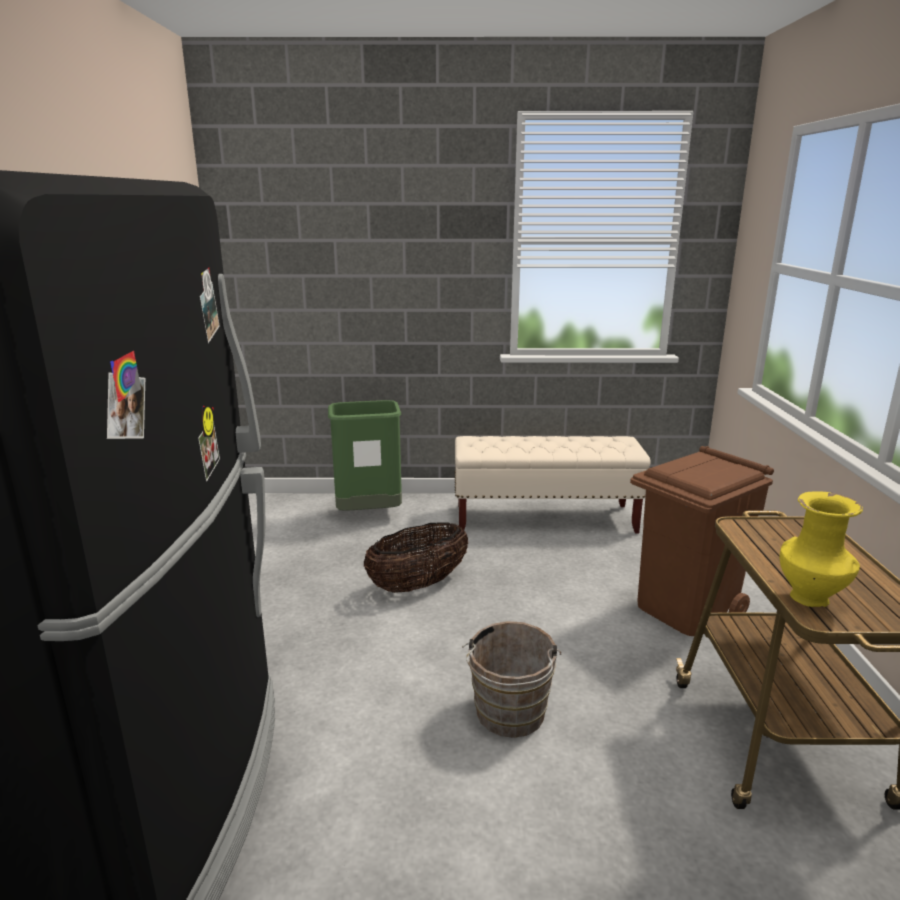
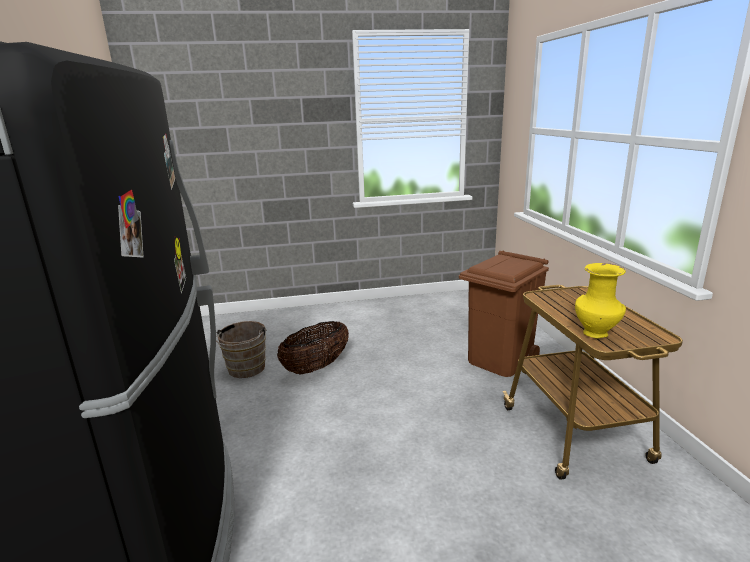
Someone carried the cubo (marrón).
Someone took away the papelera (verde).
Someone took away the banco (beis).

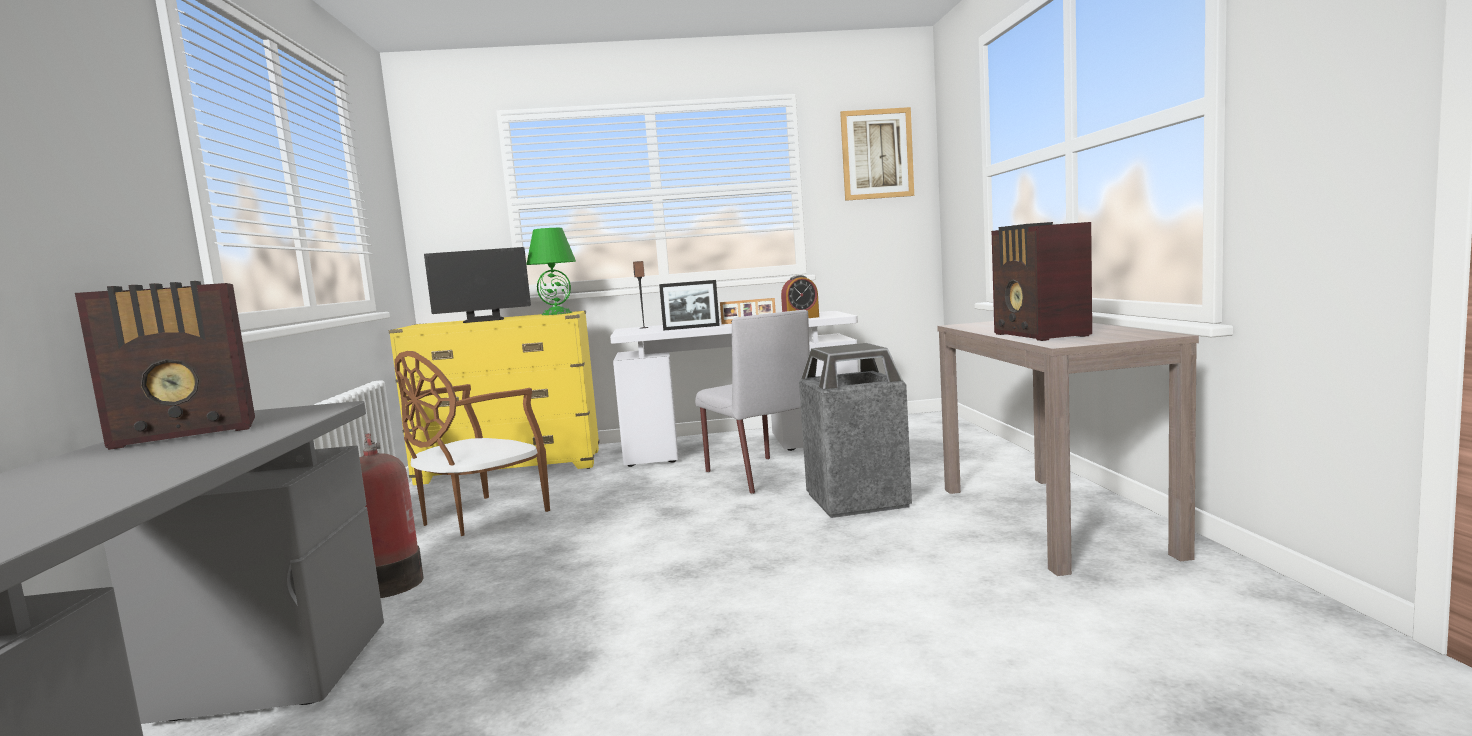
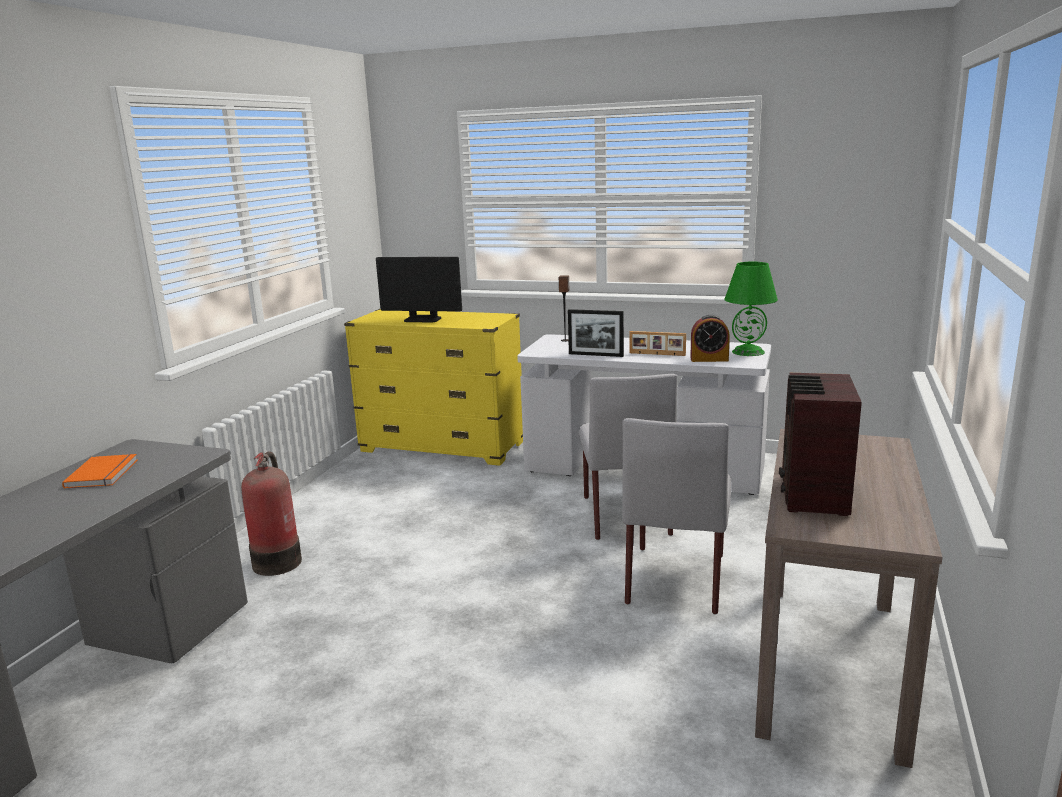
Someone swapped the radio (1st from left) for the libro (naranja).
Someone swapped the papelera for the silla (gris) (2nd from left).
Someone carried the lámpara de mesa (verde).
Someone took away the silla (marrón).
Someone took away the cuadro.

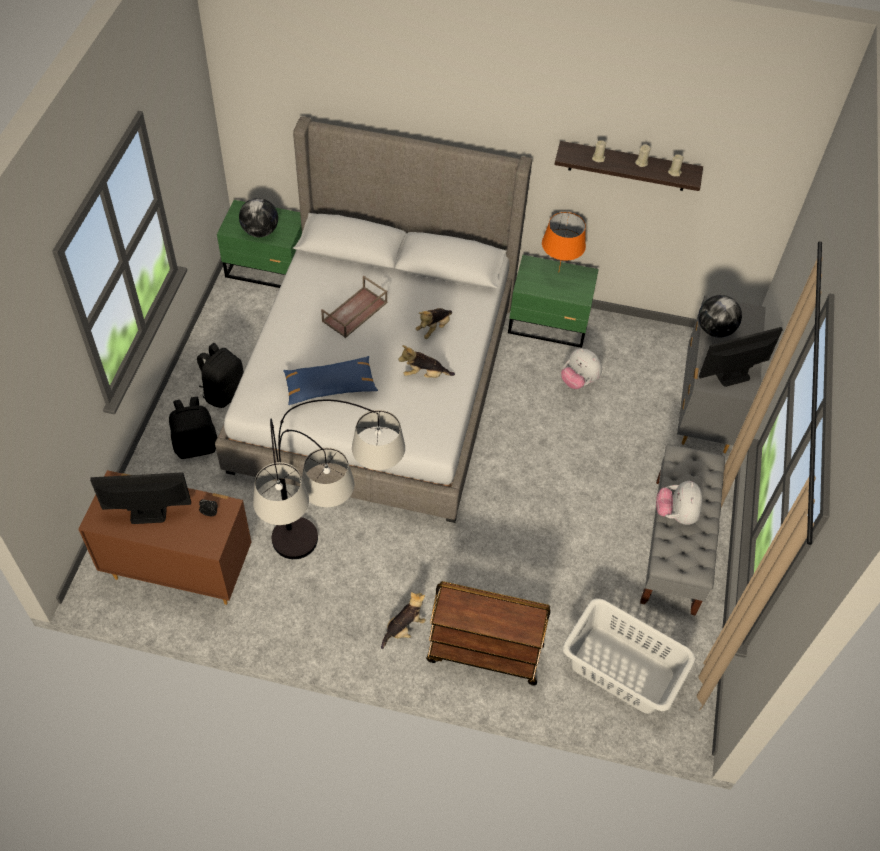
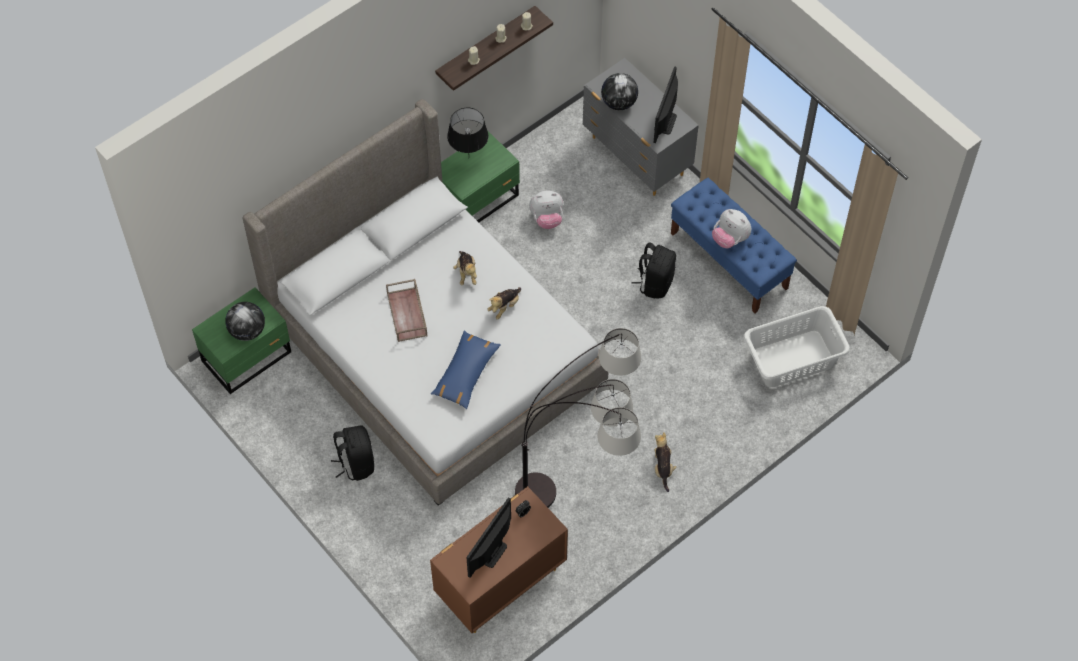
Someone repainted the lámpara de mesa (naranja), which became the lámpara de mesa (negro).
Someone carried the mochila (negro) (1st from left in the first image).
Someone repainted the banco (gris), which became the banco (azul).
Someone took away the carrito (marrón).

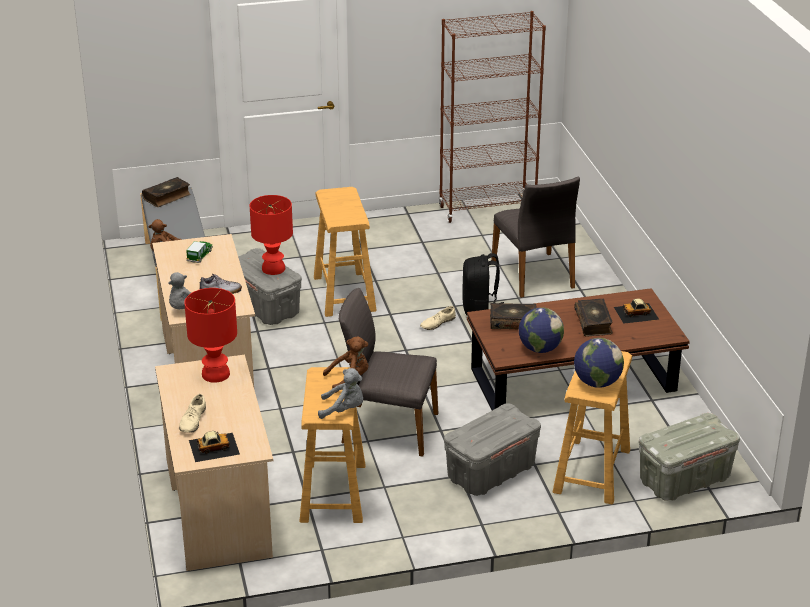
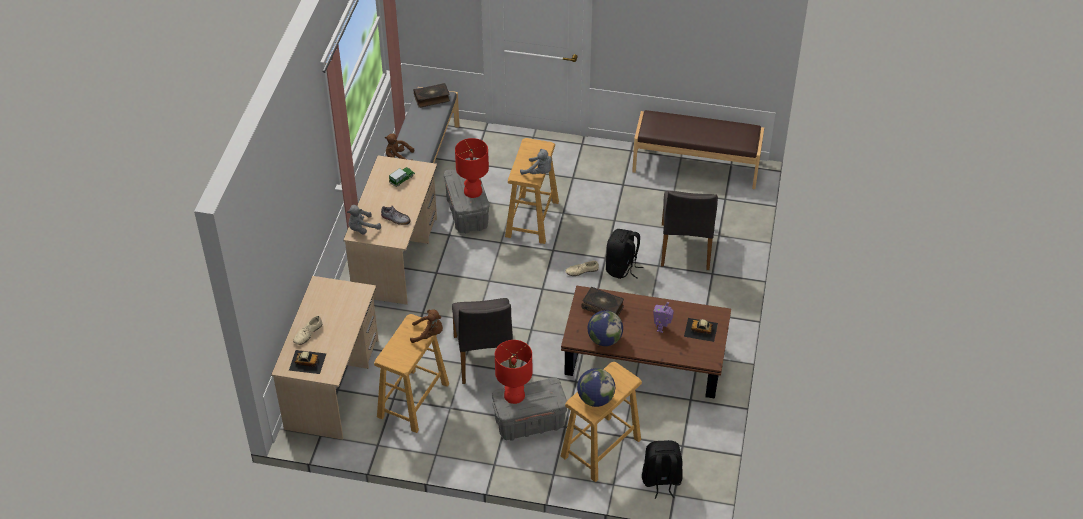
Someone rotated the silla (gris) (1st from left) by 135 degrees counterclockwise.
Someone carried the lámpara de mesa (rojo) (1st from left in the first image).
Someone carried the peluche (gris) (2nd from left).
Someone swapped the estantería (marrón) for the banco (marrón).
Someone swapped the caja de almacenaje (gris) (3rd from left) for the mochila (negro) (2nd from left).
Someone swapped the libro (3rd from left) for the robot de juguete.

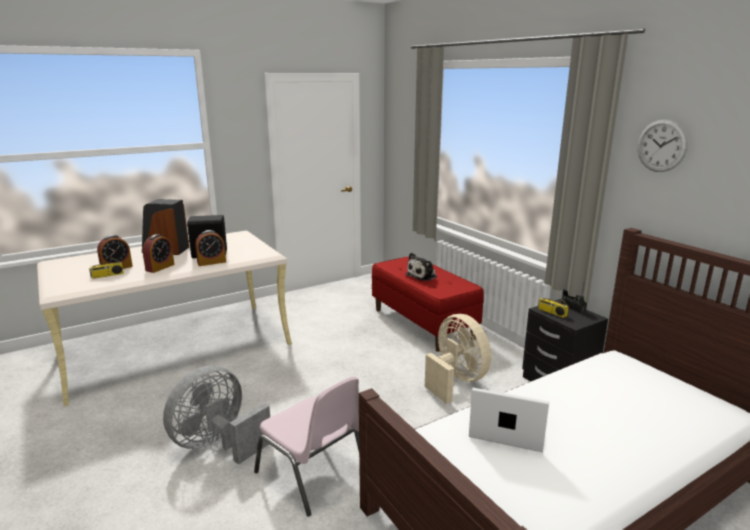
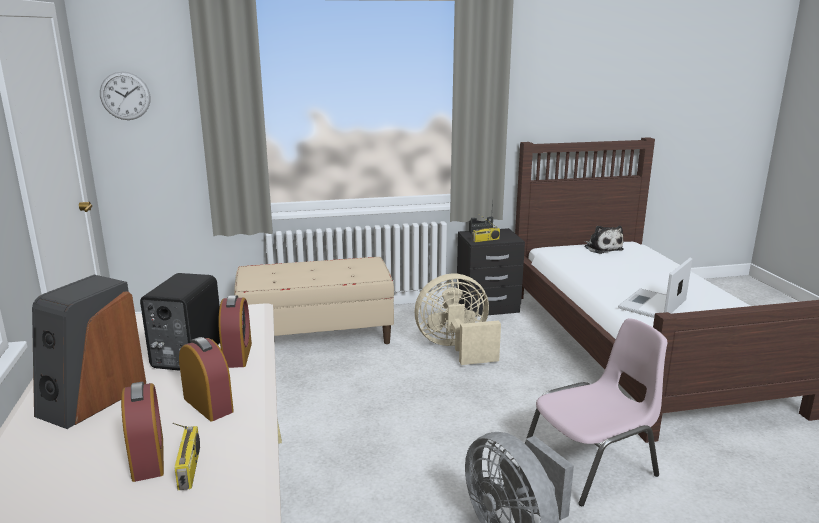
Someone carried the reloj de pared.
Someone repainted the banco (rojo), which became the banco (beis).
Someone carried the peluche.

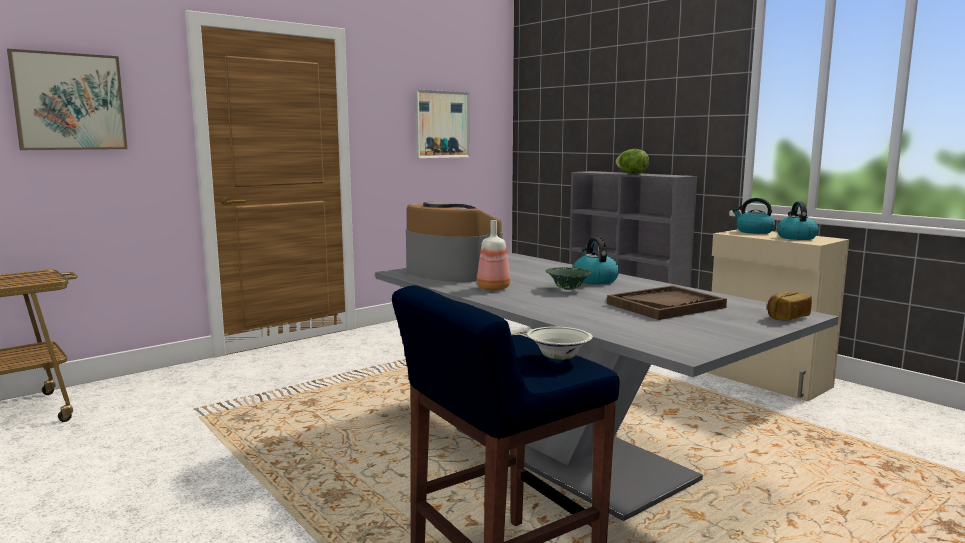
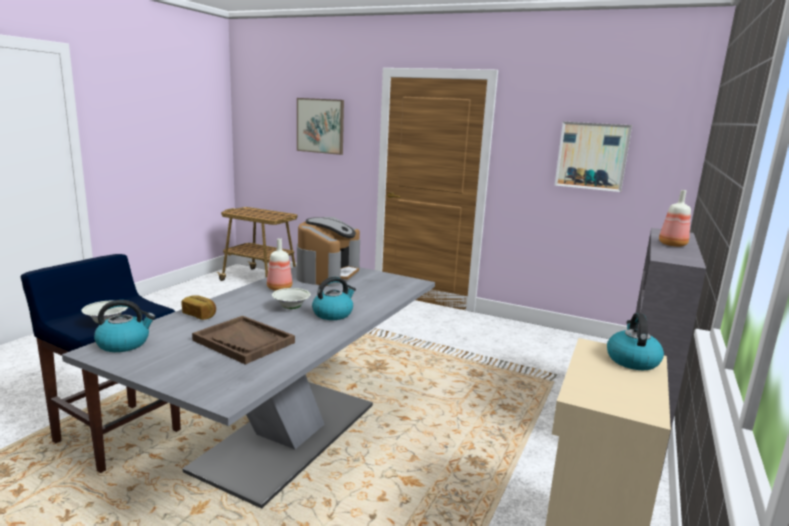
Someone carried the hervidor (3rd from left in the first image).
Someone carried the pan.
Someone repainted the cuenco (verde), which became the cuenco (blanco) (2nd from left).
Someone swapped the lechuga for the botella (2nd from left).

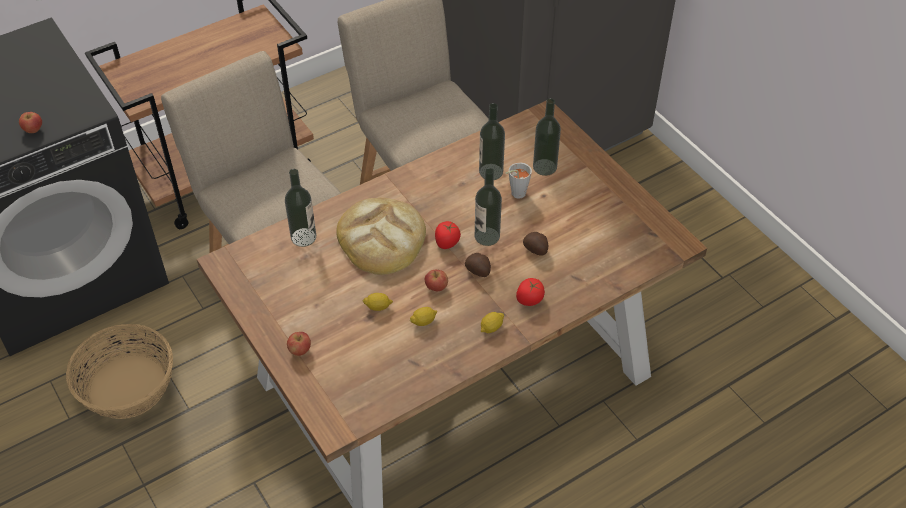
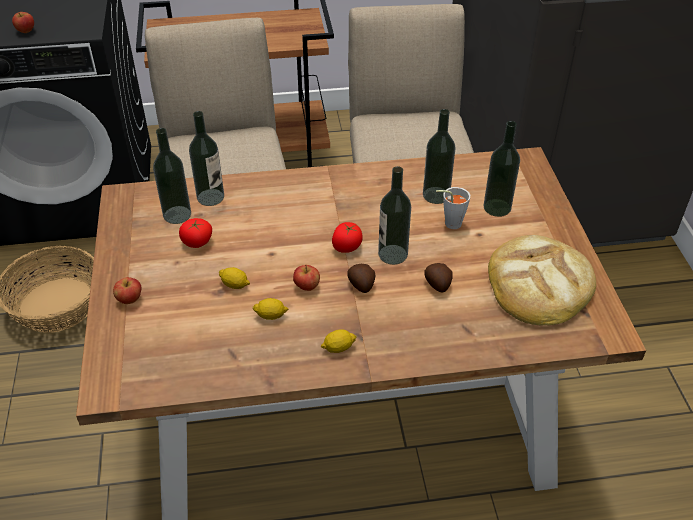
Someone put down the botella (1st from left).
Someone carried the tomate (2nd from left in the first image).
Someone carried the pan.

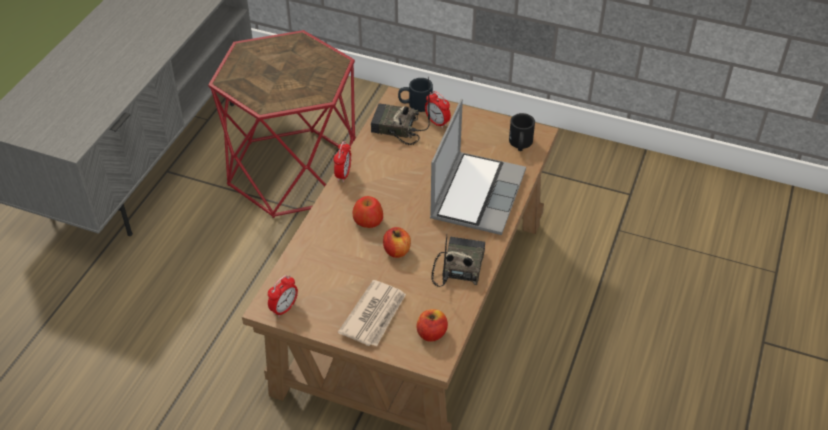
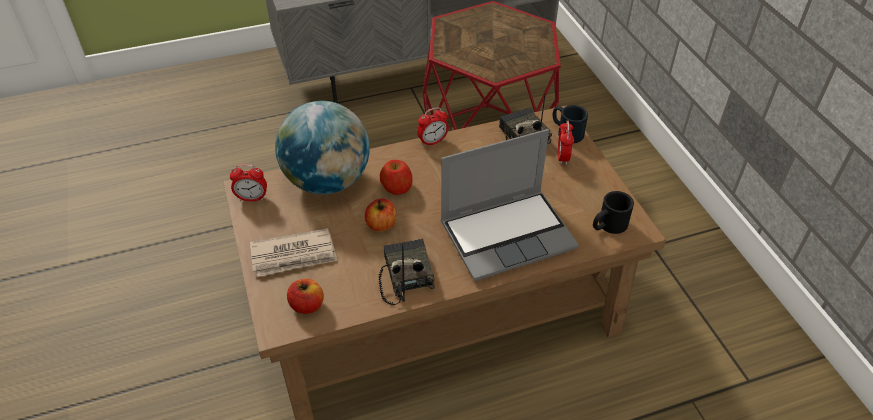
Someone put down the globo terráqueo.
Someone rotated the radio (2nd from left in the first image) by 75 degrees counterclockwise.

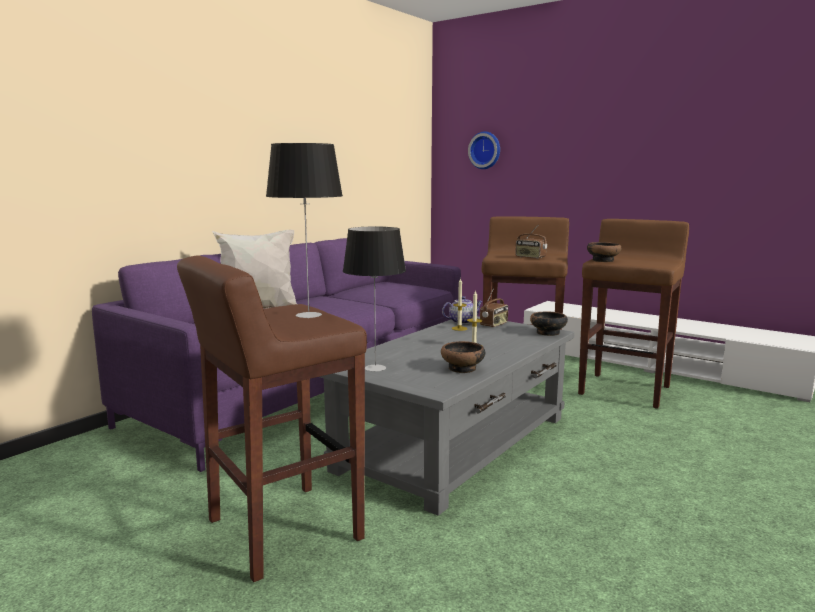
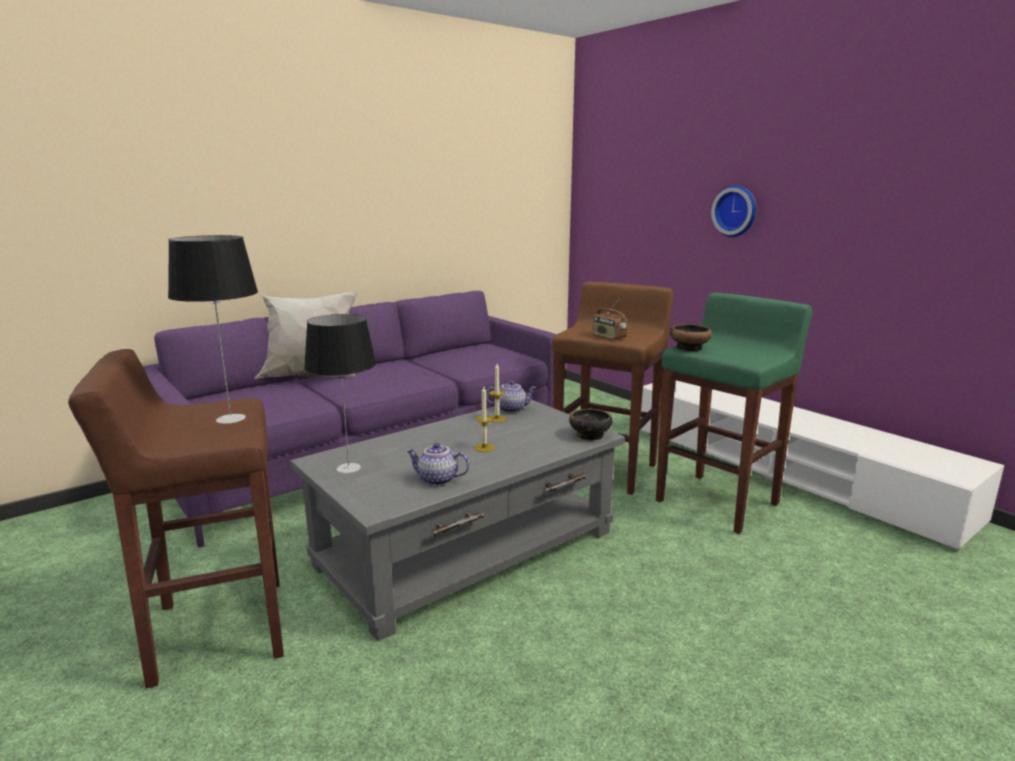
Someone swapped the cuenco (1st from left) for the tetera (1st from left).
Someone repainted the taburete (marrón) (3rd from left), which became the taburete (verde).
Someone carried the reloj de pared.
Someone took away the radio (1st from left).

